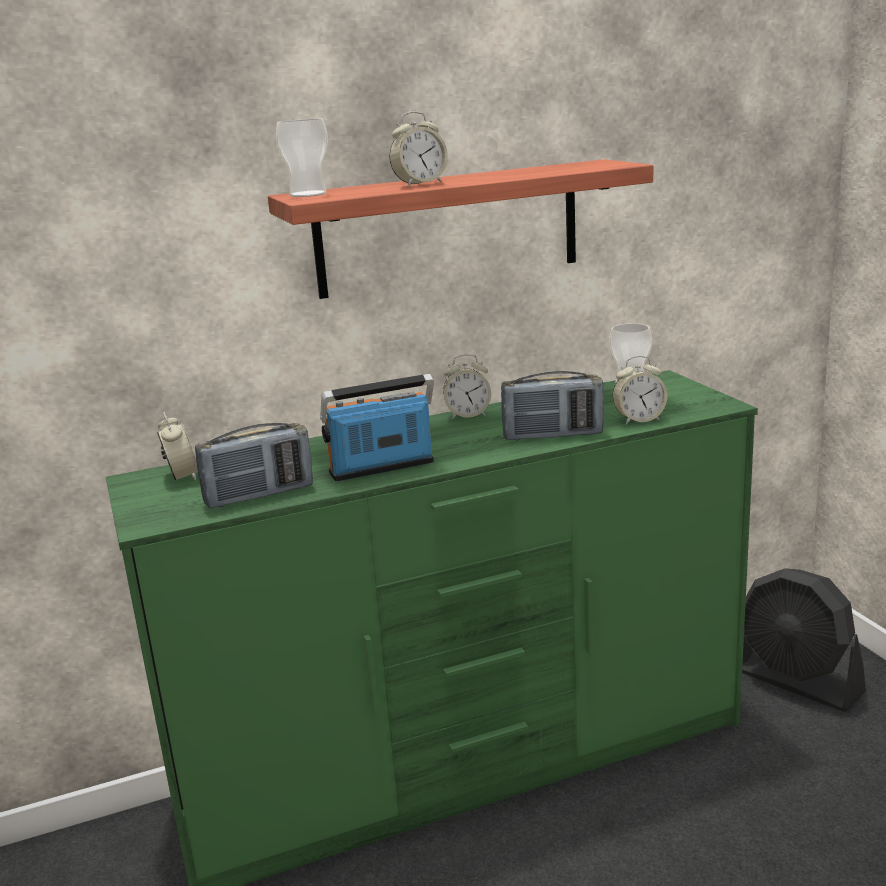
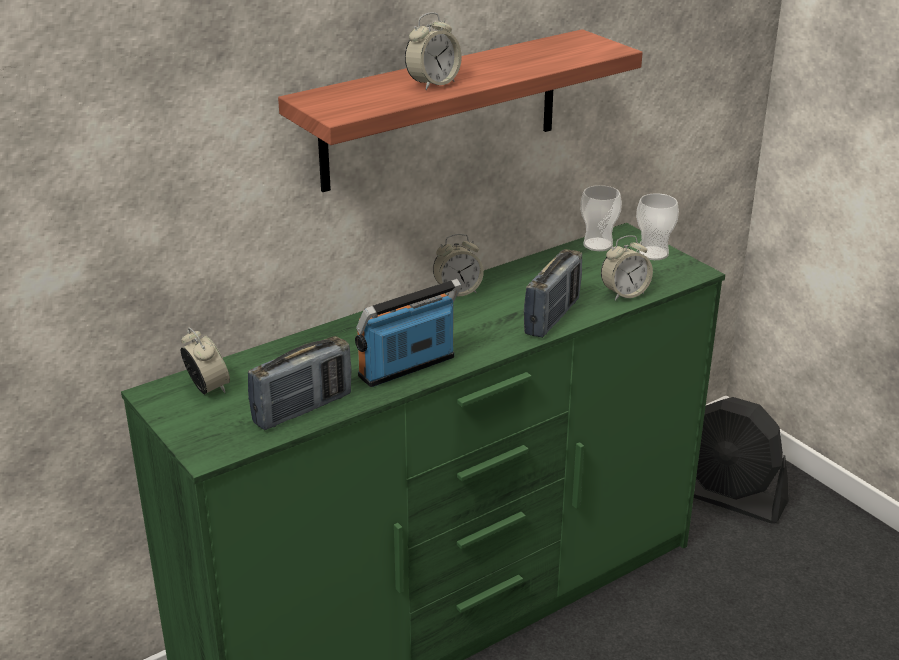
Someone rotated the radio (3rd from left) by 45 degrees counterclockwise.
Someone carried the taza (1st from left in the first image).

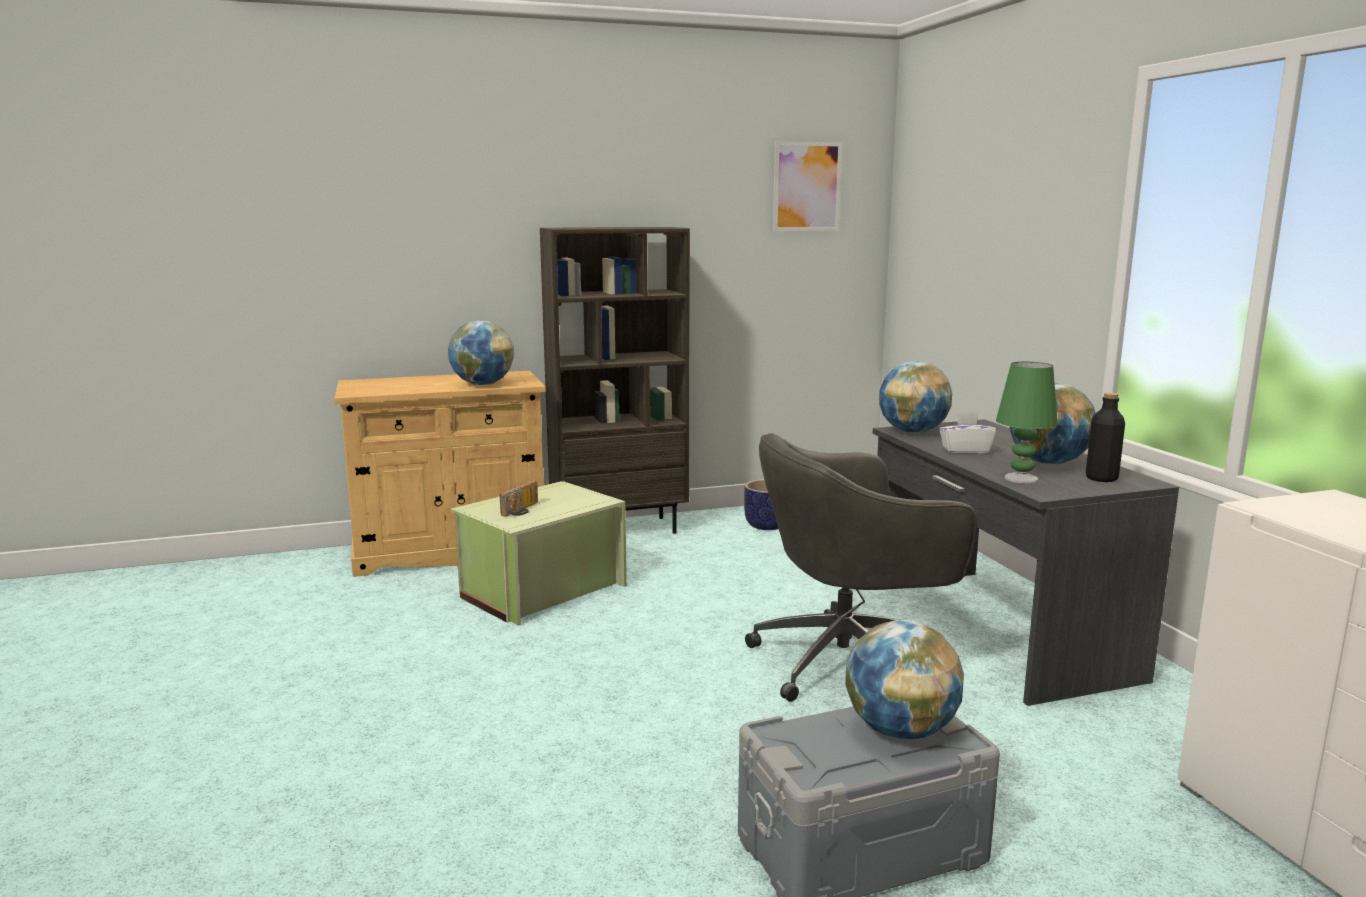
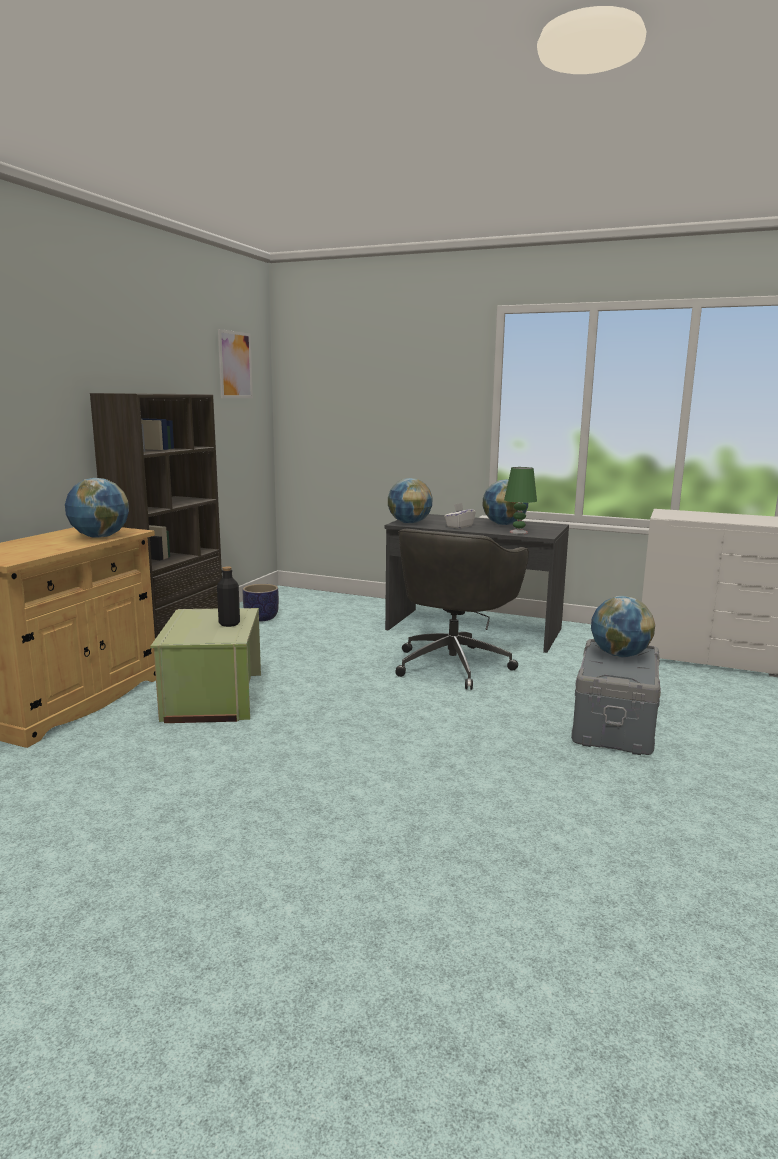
Someone carried the botella (negro).
Someone took away the radio.

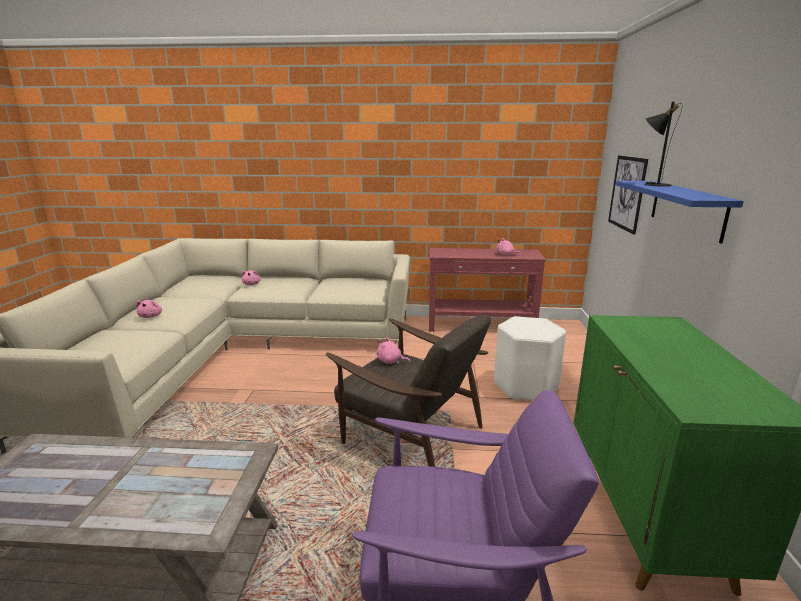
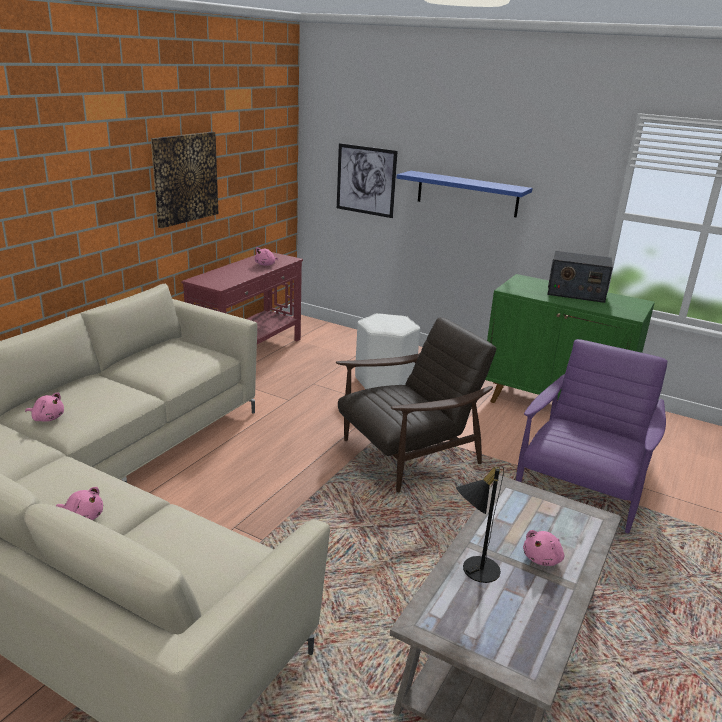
Someone put up the cuadro (1st from left).
Someone carried the lámpara de mesa (negro).
Someone carried the peluche (rosa) (3rd from left in the first image).
Someone put down the radio.

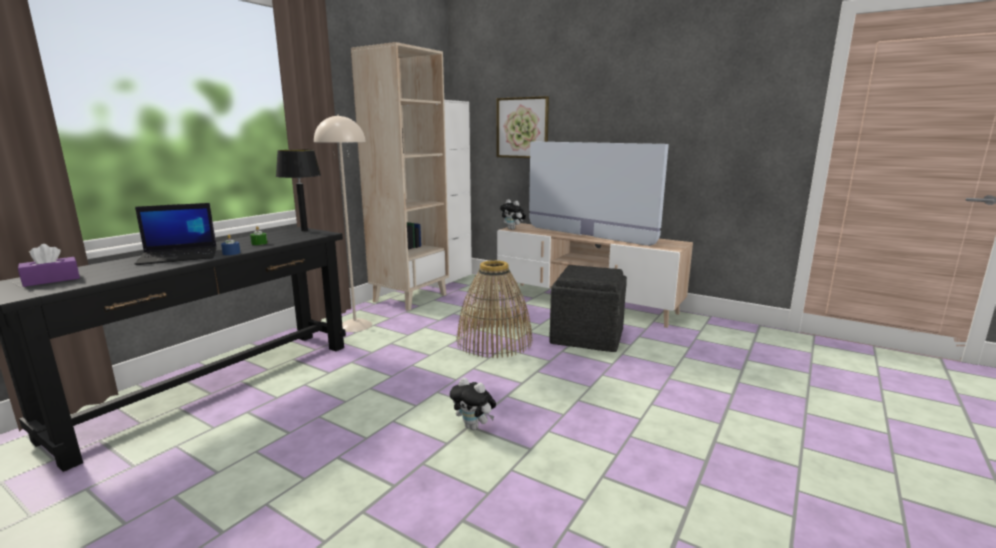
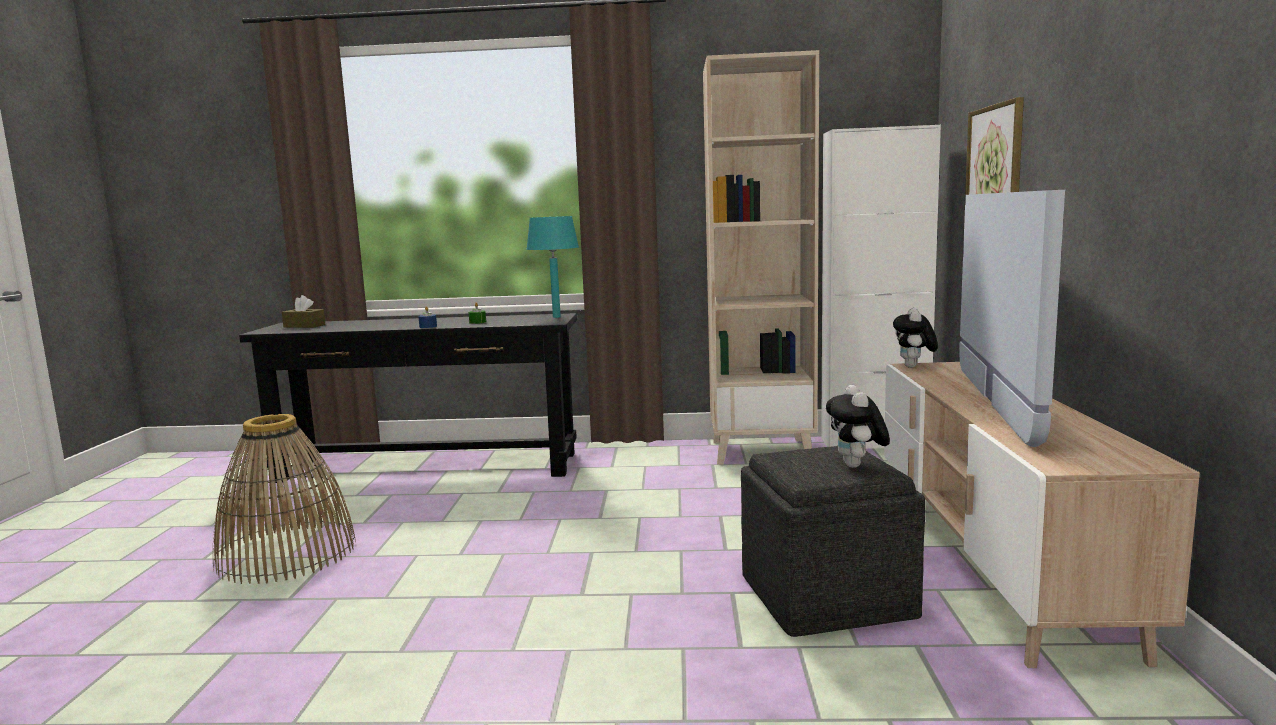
Someone carried the cesta.
Someone repainted the caja de pañuelos (morado), which became the caja de pañuelos (marrón).
Someone repainted the lámpara de mesa (negro), which became the lámpara de mesa (turquesa).
Someone carried the peluche (1st from left).
Someone took away the portátil.
Someone took away the lámpara de pie (beis).

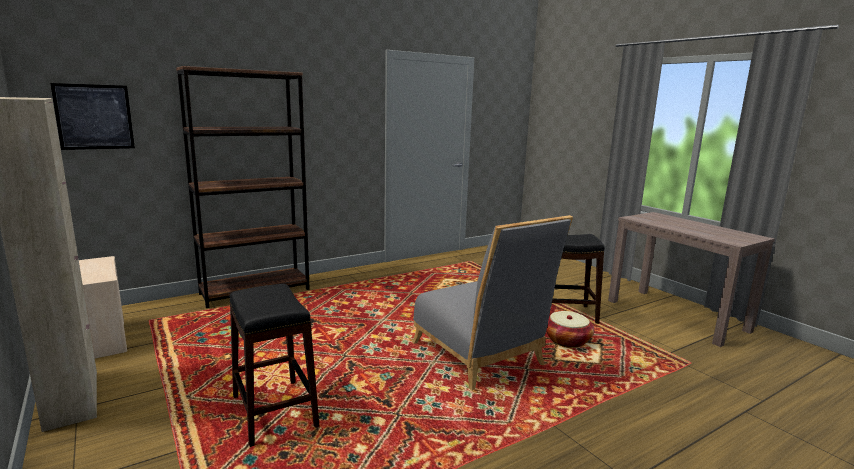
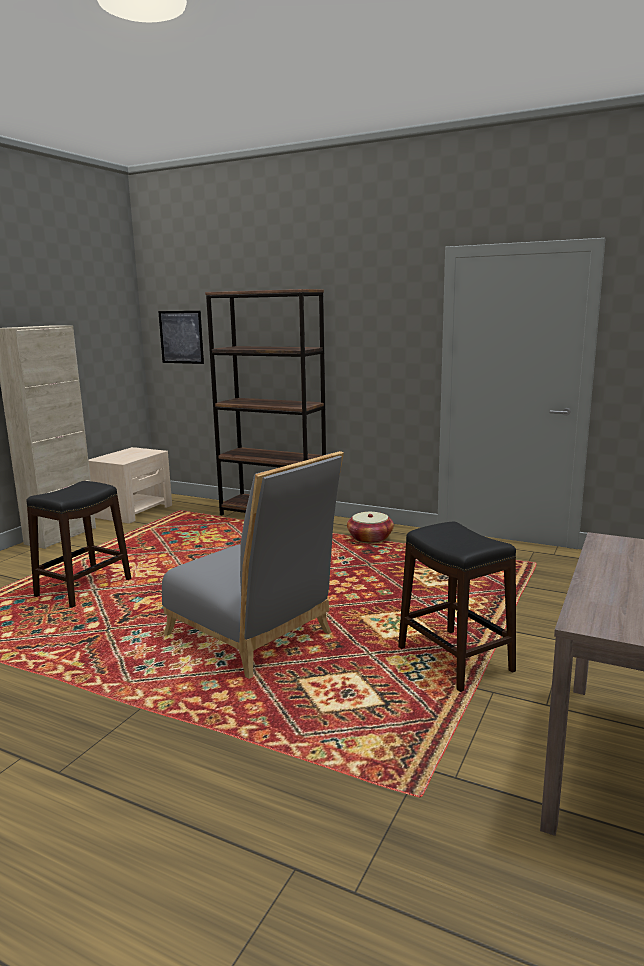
Someone rotated the silla (gris) by 75 degrees counterclockwise.
Someone carried the cesta.

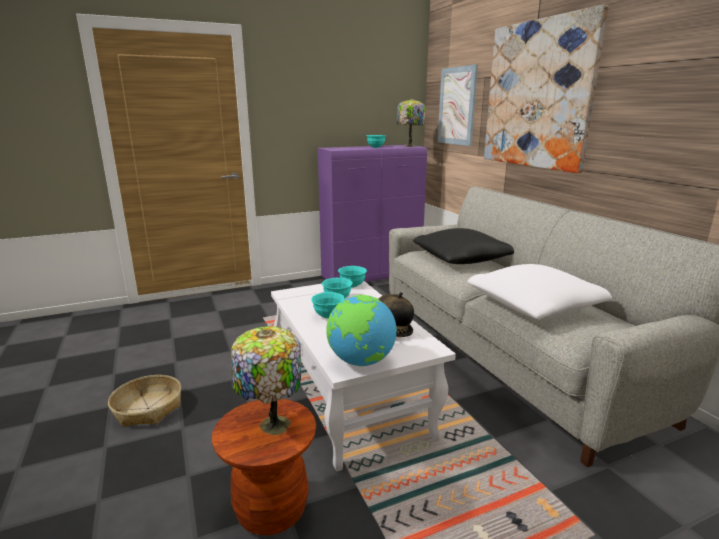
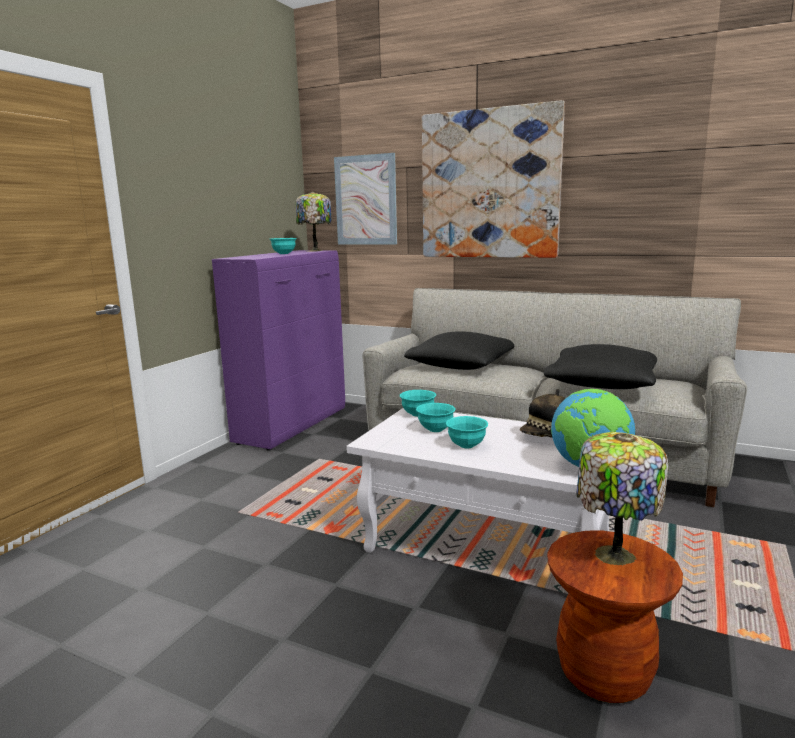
Someone repainted the cojín (blanco), which became the cojín (negro) (2nd from left).
Someone took away the cesta.

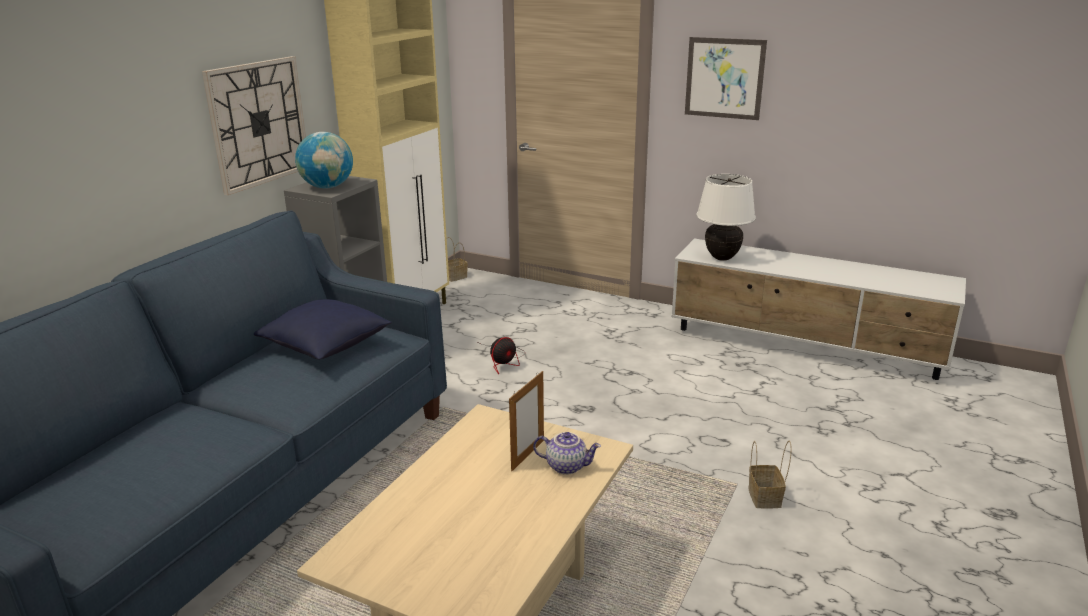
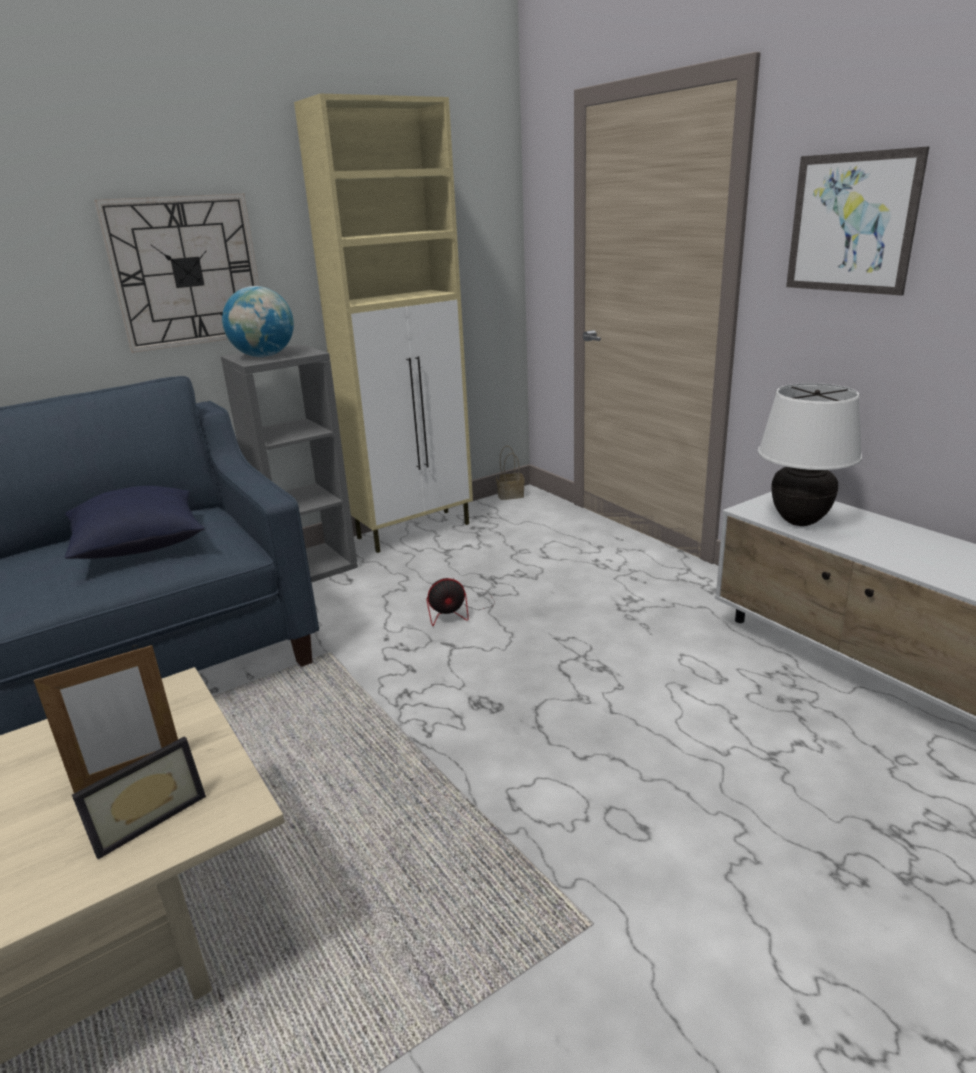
Someone swapped the tetera for the portarretratos (2nd from left).
Someone took away the cesta (2nd from left).

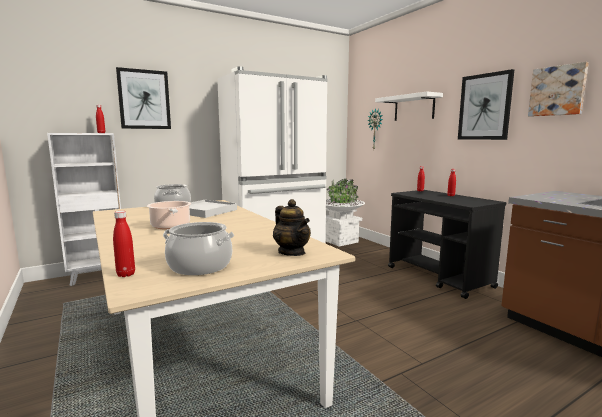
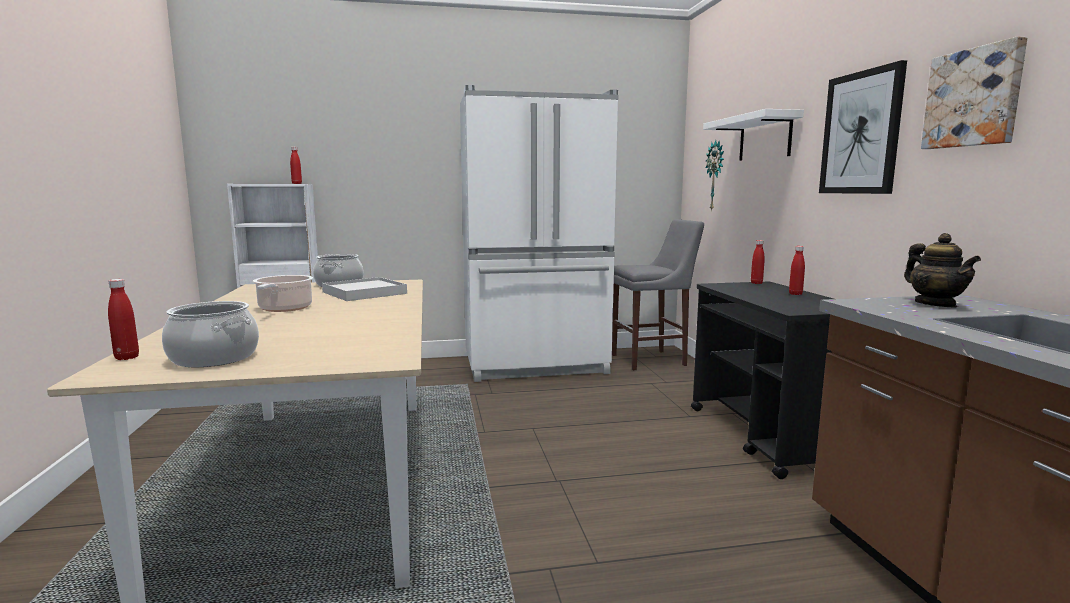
Someone swapped the maceta (blanco) for the taburete (gris).
Someone carried the tetera.
Someone took away the cuadro (1st from left).

